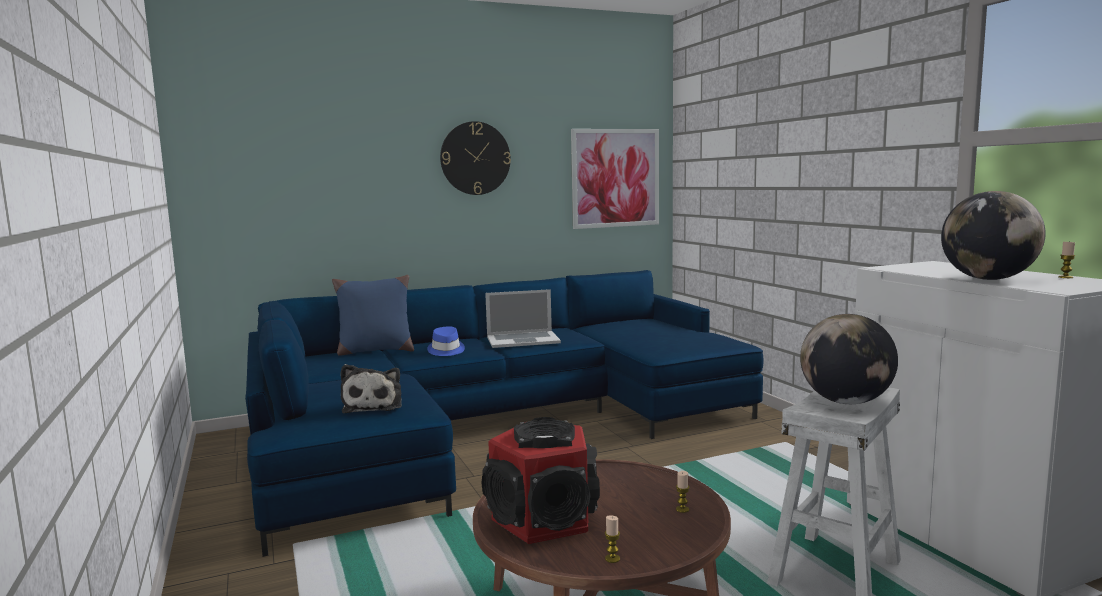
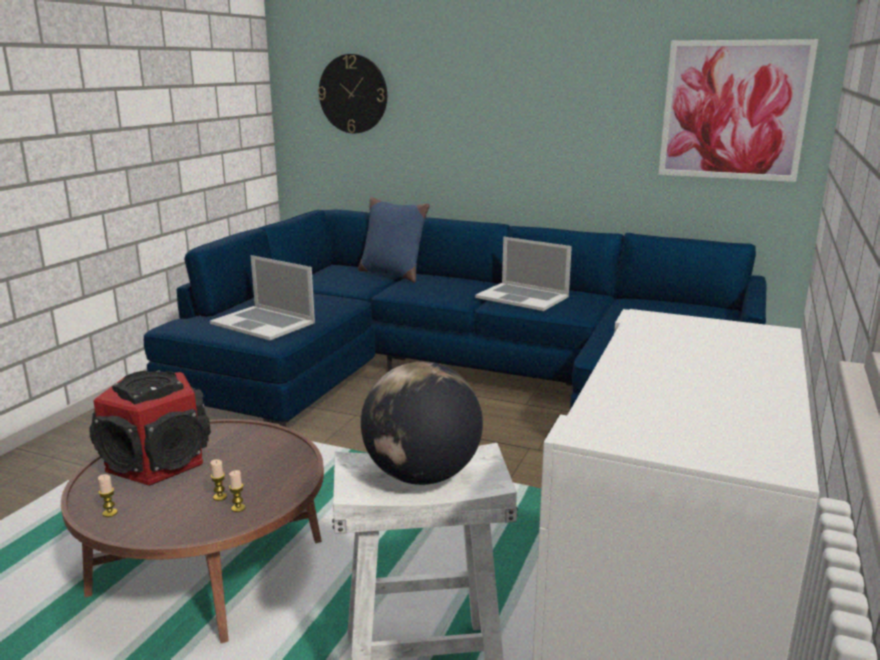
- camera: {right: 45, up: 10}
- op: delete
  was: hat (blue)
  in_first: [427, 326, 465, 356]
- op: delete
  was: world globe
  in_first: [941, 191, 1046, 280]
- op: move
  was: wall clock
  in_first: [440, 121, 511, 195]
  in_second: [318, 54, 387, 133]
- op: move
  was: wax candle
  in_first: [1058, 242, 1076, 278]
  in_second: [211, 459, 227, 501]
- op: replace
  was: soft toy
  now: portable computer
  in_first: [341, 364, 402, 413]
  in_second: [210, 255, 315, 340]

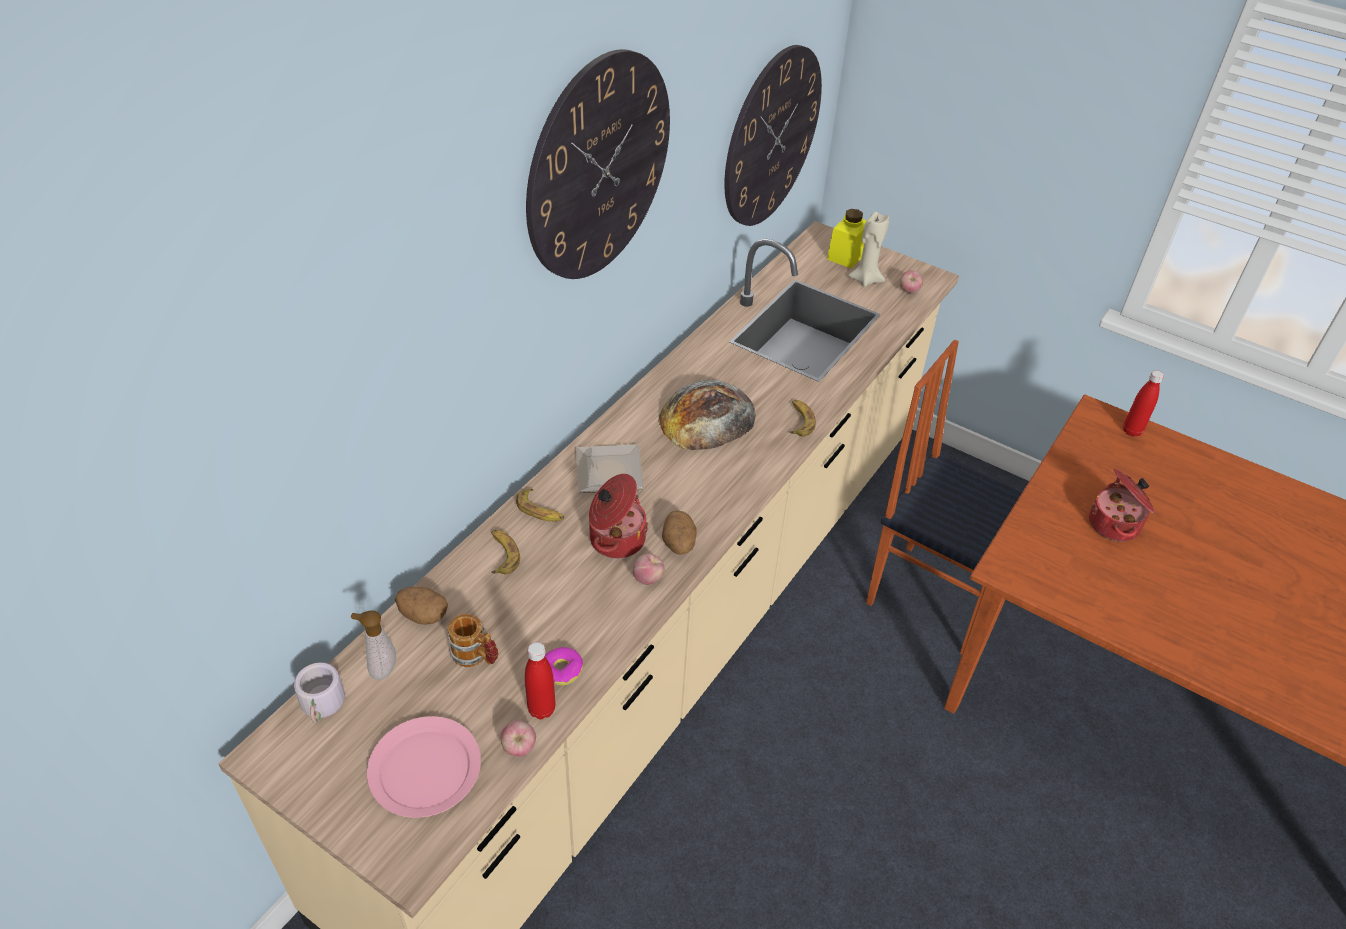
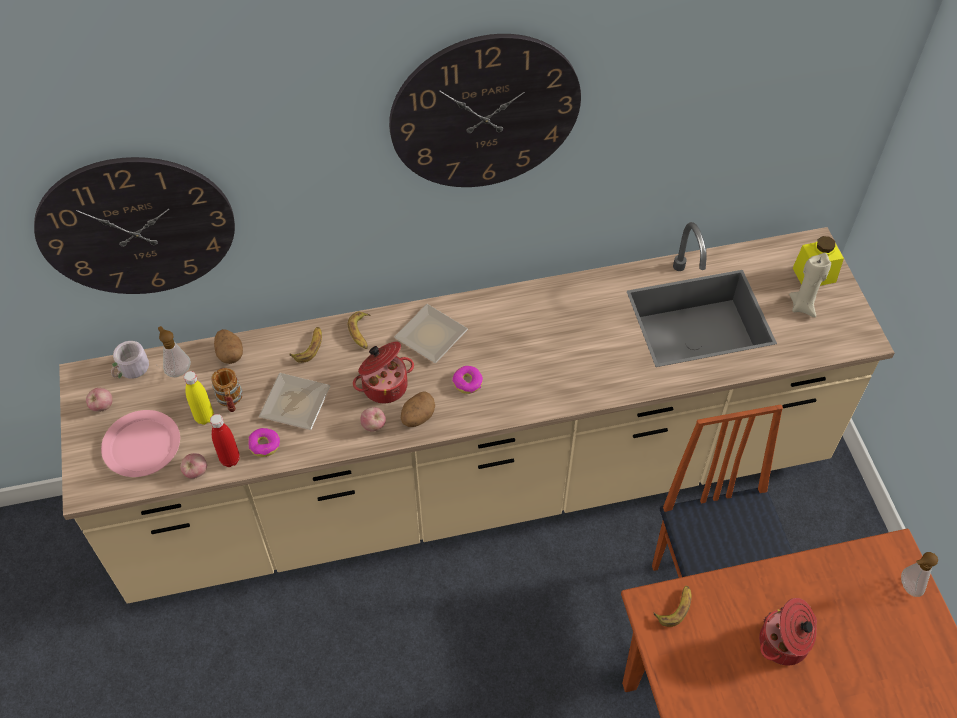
- camera: {right: 45, up: 10}
- op: delete
  was: bread
  in_first: [658, 380, 756, 450]
- op: insert
  now: bottle (yellow-coloured)
  in_second: [183, 371, 214, 425]
- op: insert
  now: flat dish
  in_second: [259, 373, 330, 430]
- op: insert
  now: ring doughnut
  in_second: [452, 366, 483, 394]
- op: move
  was: wall clock
  in_first: [724, 45, 822, 226]
  in_second: [34, 157, 235, 294]
- op: move
  was: banana fruit
  in_first: [790, 400, 816, 437]
  in_second: [654, 586, 692, 627]
- op: move
  was: apple fruit
  in_first: [900, 270, 923, 293]
  in_second: [86, 388, 113, 412]
- op: replace
  was: bottle (red)
  now: liquid soap bottle
  in_first: [1123, 370, 1164, 437]
  in_second: [901, 552, 938, 597]

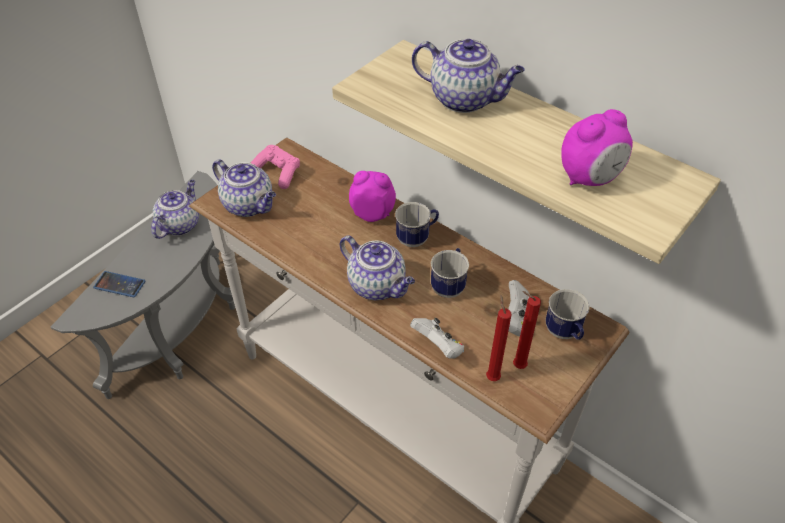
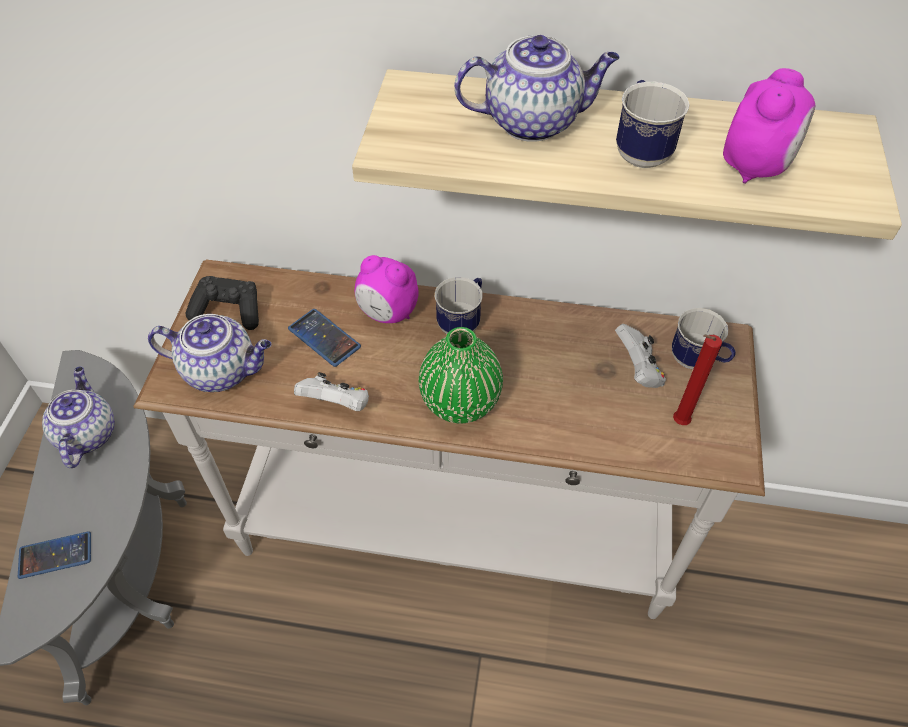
- camera: {right: -30, up: 5}
- op: delete
  was: wax candle (red)
  in_first: [486, 295, 511, 381]
- op: insert
  now: telephone
  in_second: [288, 309, 361, 367]
- op: move
  was: joypad (whitish)
  in_first: [410, 318, 464, 359]
  in_second: [294, 372, 369, 411]
- op: move
  was: coffee mug
  in_first: [431, 248, 469, 298]
  in_second: [616, 80, 690, 168]
- op: replace
  was: teapot
  now: decorative vase (green)
  in_first: [340, 235, 415, 300]
  in_second: [419, 327, 503, 423]
- op: recolor
  was: joypad (pinkish)
  now: joypad (black-coloured)
  in_first: [251, 145, 300, 189]
  in_second: [185, 276, 259, 330]
- op: rotate
  was: bedside clock
  in_first: [349, 171, 396, 222]
  in_second: [355, 255, 419, 323]
  clockwise: -135

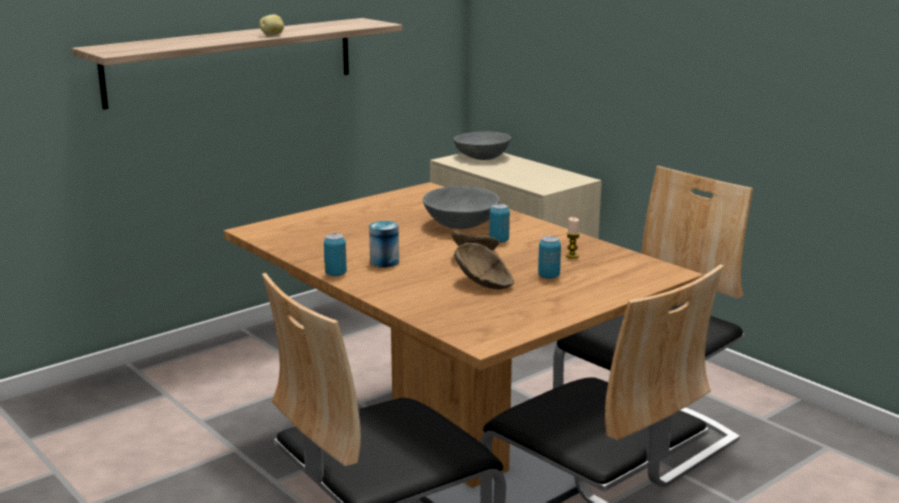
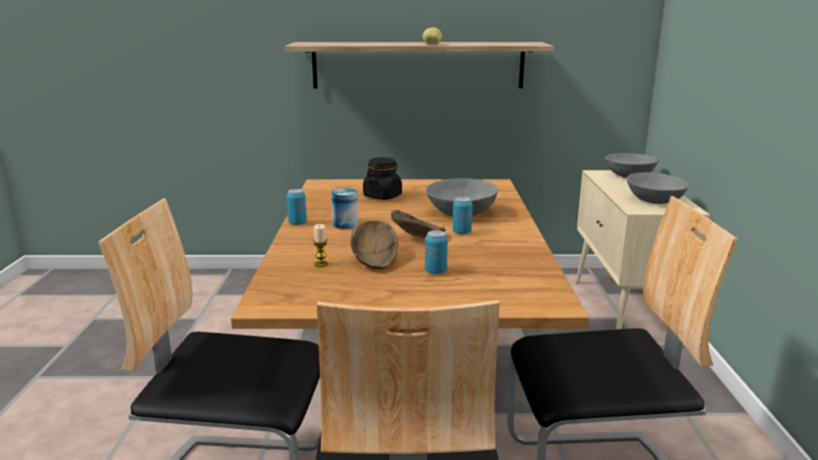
- camera: {right: 40, up: 0}
- op: insert
  now: preserve jar (black-coloured)
  in_second: [363, 157, 402, 200]
- op: insert
  now: serving bowl (gray)
  in_second: [626, 172, 688, 204]
- op: move
  was: wax candle
  in_first: [566, 217, 580, 258]
  in_second: [313, 224, 328, 267]

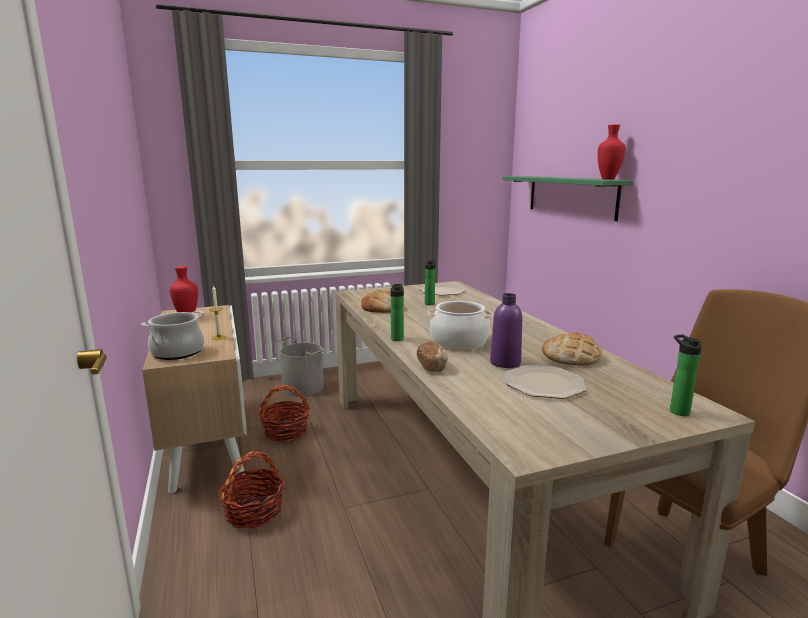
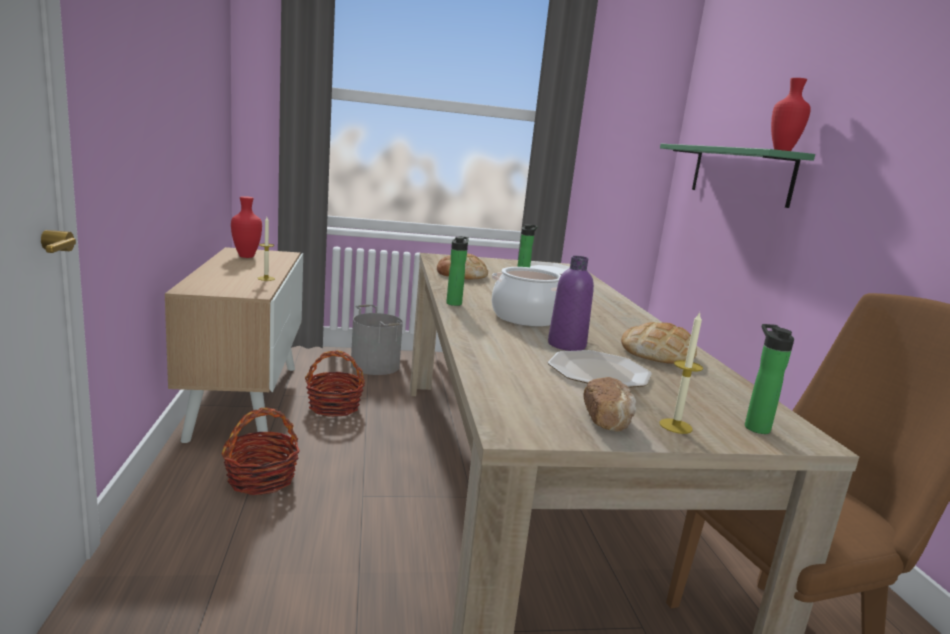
- camera: {right: 10, up: 0}
- op: delete
  was: stockpot
  in_first: [141, 311, 205, 360]
- op: insert
  now: wax candle
  in_second: [660, 311, 703, 434]
- op: move
  was: bread
  in_first: [417, 341, 448, 372]
  in_second: [583, 377, 636, 431]

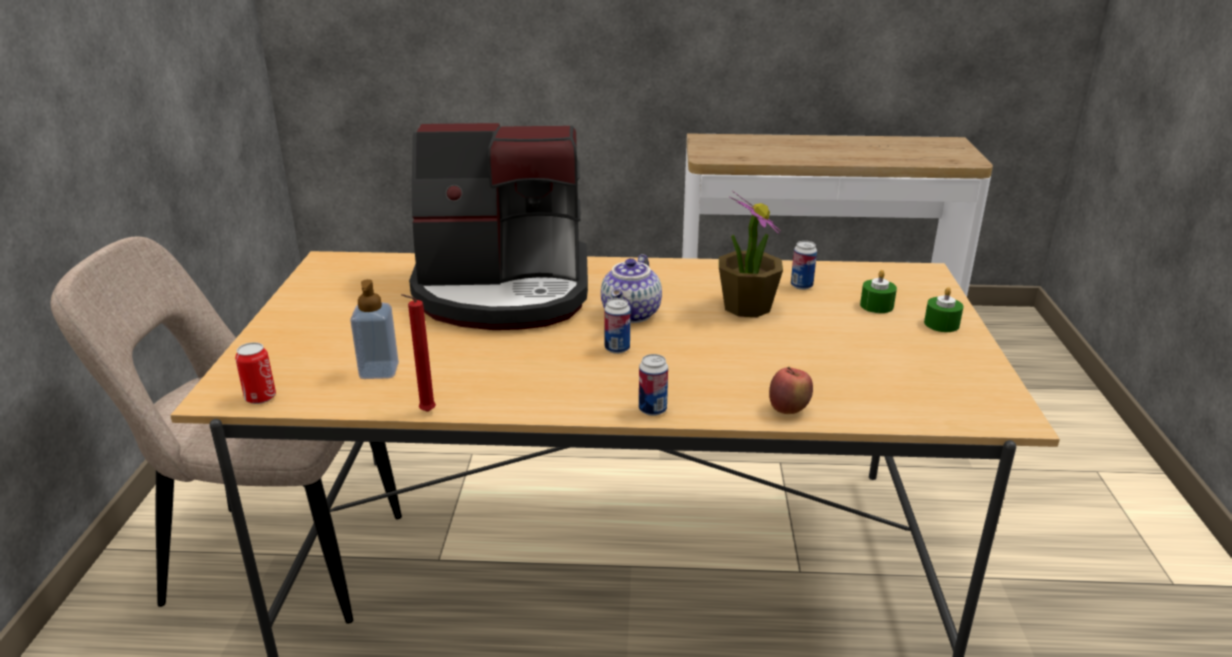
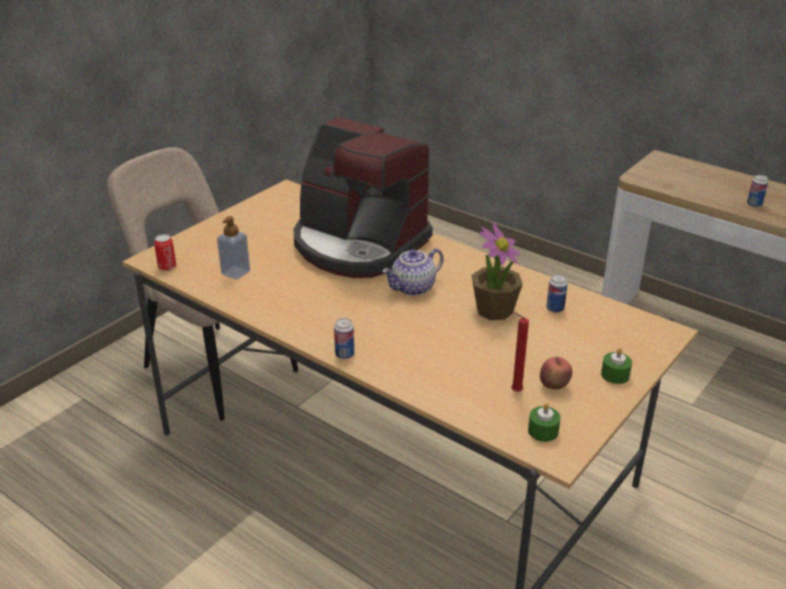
- camera: {right: 35, up: 5}
- op: move
  was: wax candle (red)
  in_first: [401, 294, 436, 412]
  in_second: [511, 313, 529, 392]
- op: move
  was: sealed can
  in_first: [604, 298, 630, 354]
  in_second: [747, 175, 768, 207]
- op: move
  was: apple fruit
  in_first: [769, 367, 813, 414]
  in_second: [540, 357, 572, 390]
- op: move
  was: wax candle (green)
  in_first: [860, 270, 897, 313]
  in_second: [528, 403, 561, 442]

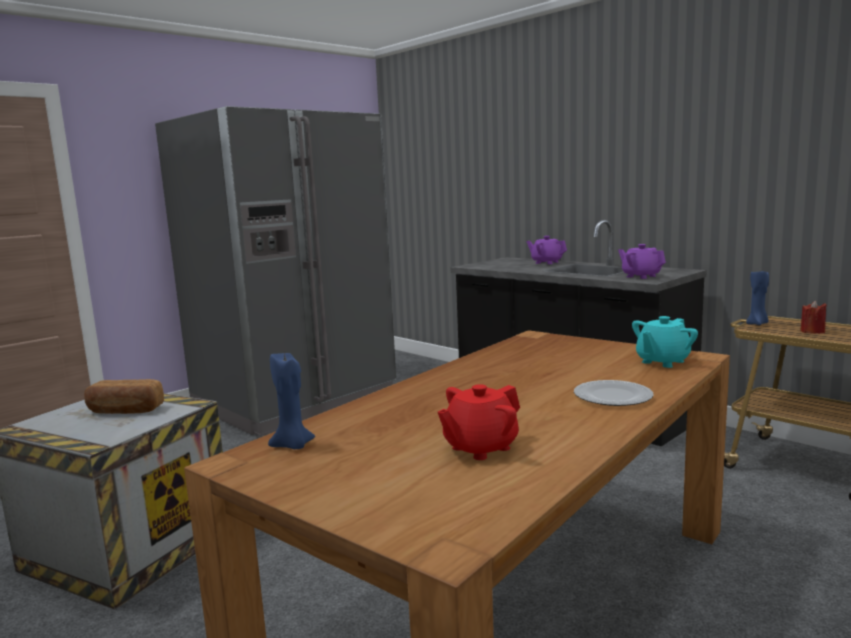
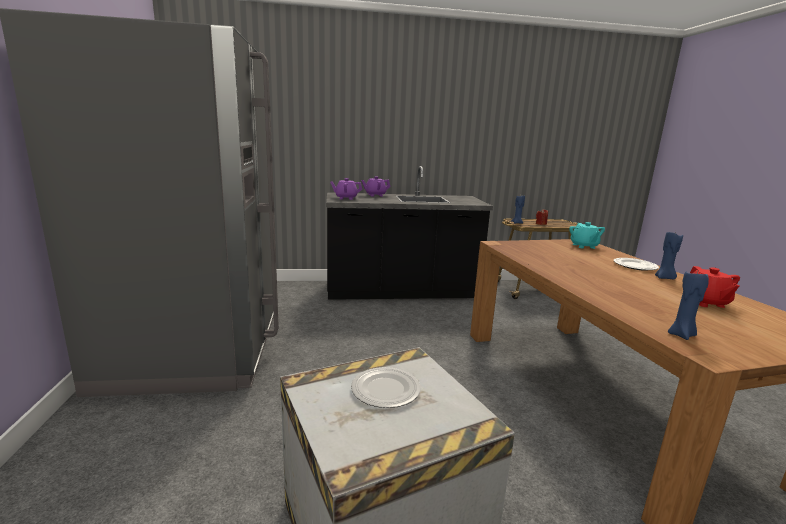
- camera: {right: -55, up: 5}
- op: insert
  now: wax candle (blue)
  in_second: [655, 231, 683, 279]
- op: move
  was: teapot (purplish)
  in_first: [618, 244, 666, 279]
  in_second: [330, 178, 362, 200]
- op: replace
  was: bread
  now: flat dish
  in_first: [84, 379, 164, 414]
  in_second: [351, 367, 421, 408]

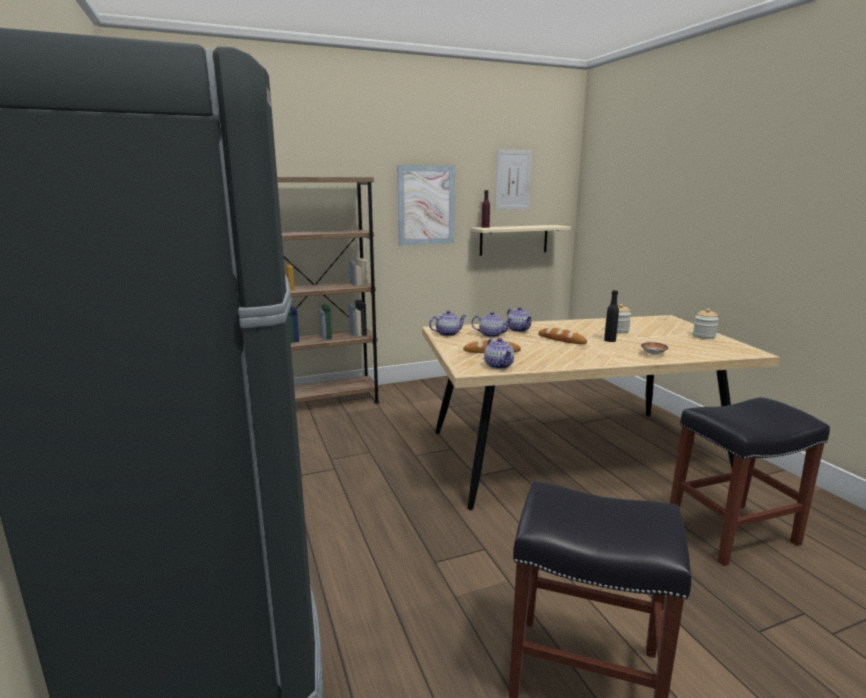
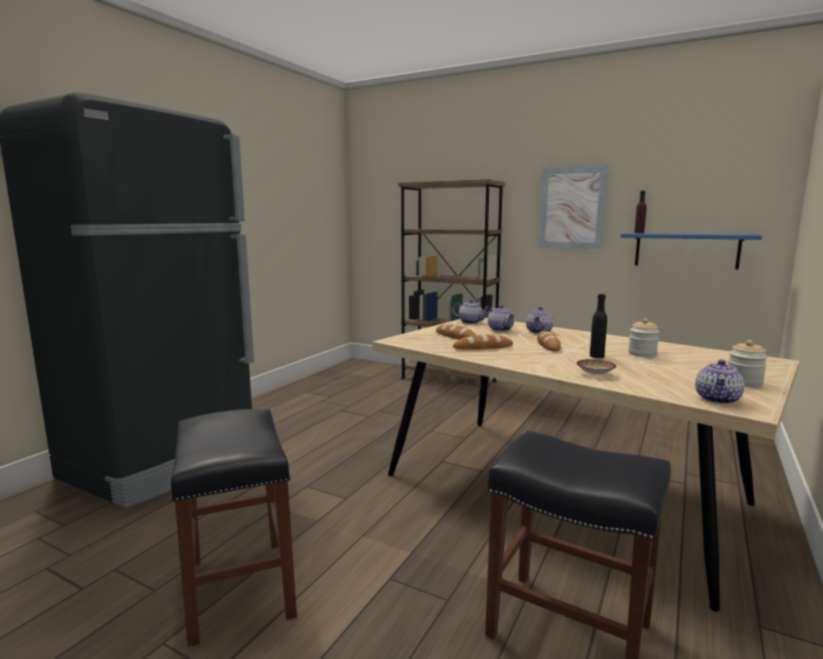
- camera: {right: 50, up: -5}
- op: delete
  was: wall picture
  in_first: [495, 149, 532, 210]
- op: insert
  now: bread
  in_second: [453, 335, 513, 350]
- op: move
  was: teapot
  in_first: [484, 338, 514, 369]
  in_second: [695, 360, 745, 404]
- op: recolor
  was: shelf (beige-coloured)
  now: shelf (blue)
  in_first: [471, 225, 571, 256]
  in_second: [621, 233, 762, 270]

